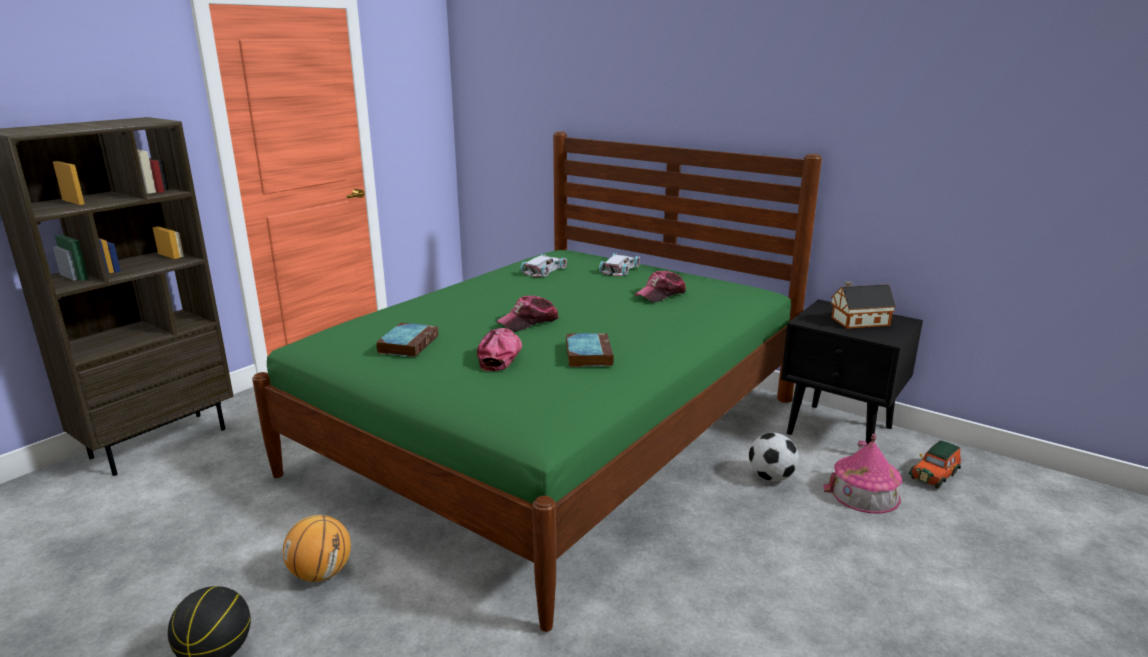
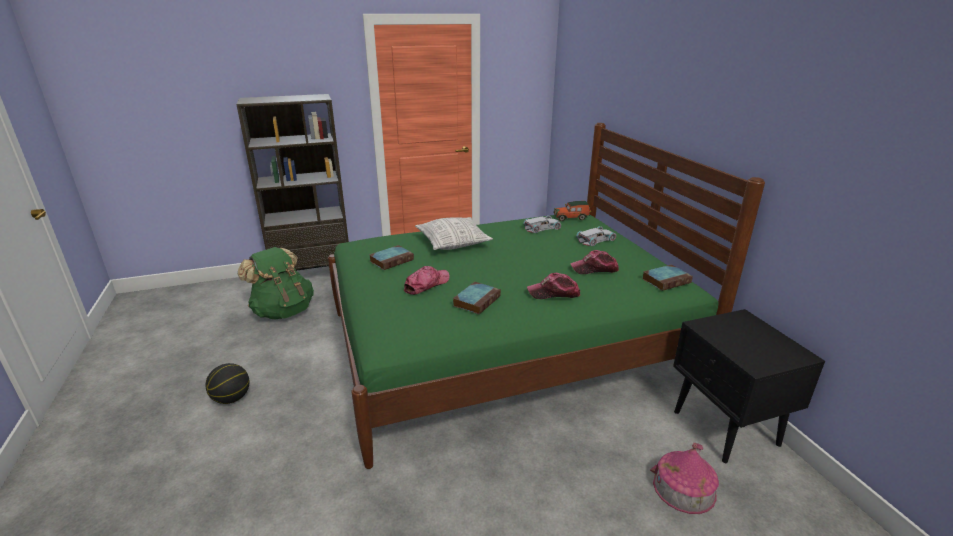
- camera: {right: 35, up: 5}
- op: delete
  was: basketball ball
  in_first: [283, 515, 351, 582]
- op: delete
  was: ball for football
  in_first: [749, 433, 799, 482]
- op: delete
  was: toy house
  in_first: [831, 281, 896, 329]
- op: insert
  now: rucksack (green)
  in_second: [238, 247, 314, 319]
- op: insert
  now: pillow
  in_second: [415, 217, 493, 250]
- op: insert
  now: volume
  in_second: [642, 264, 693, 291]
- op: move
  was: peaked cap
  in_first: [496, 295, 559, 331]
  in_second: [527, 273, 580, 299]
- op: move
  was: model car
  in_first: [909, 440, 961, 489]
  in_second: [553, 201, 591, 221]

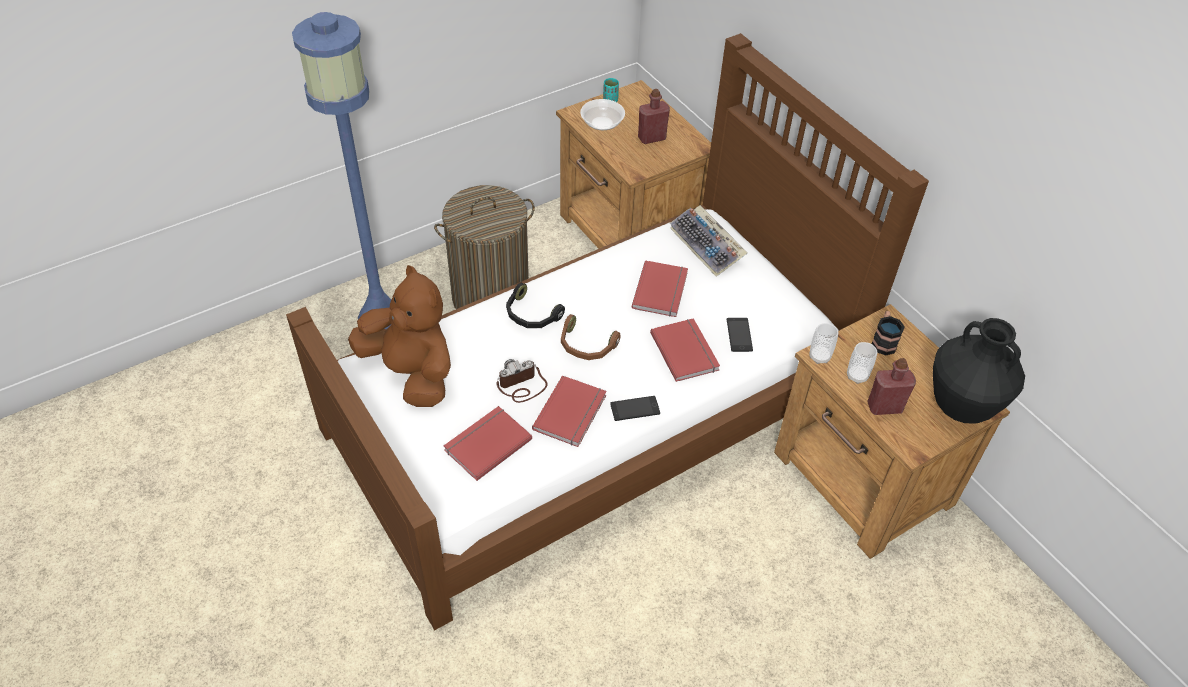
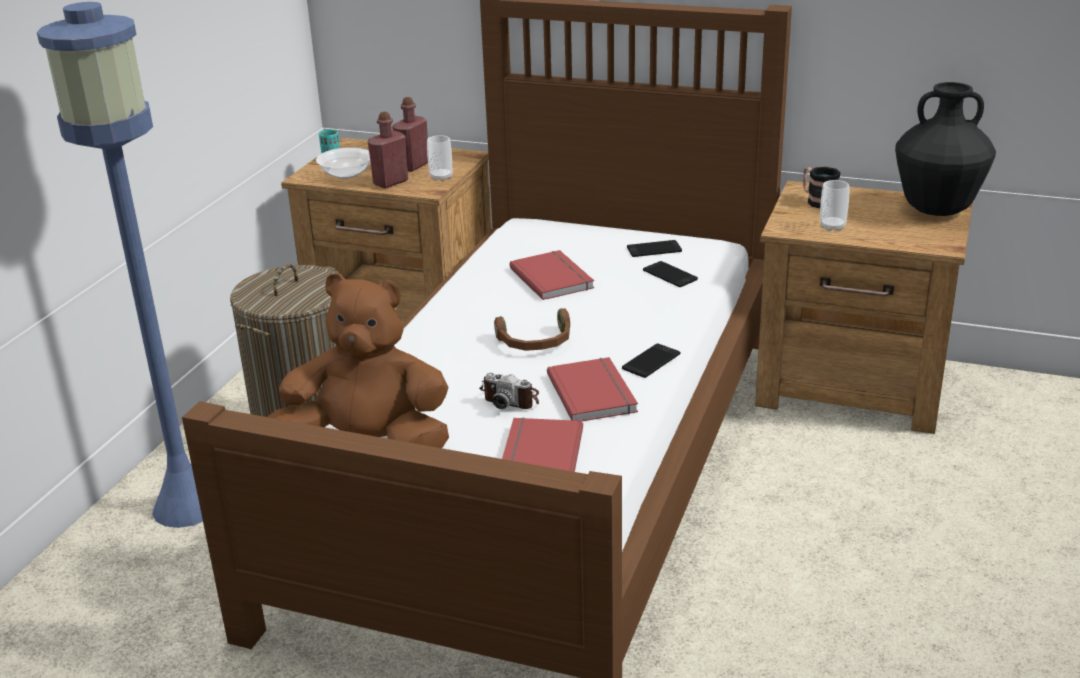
- camera: {right: -35, up: -20}
- op: delete
  was: pair of headphones (black-coloured)
  in_first: [506, 283, 565, 328]
- op: delete
  was: volume (red)
  in_first: [650, 318, 720, 382]
- op: delete
  was: PC keyboard
  in_first: [670, 205, 747, 277]
- op: insert
  now: telephone
  in_second: [627, 240, 682, 257]
- op: move
  was: cup
  in_first: [809, 323, 838, 364]
  in_second: [427, 135, 452, 181]
- op: move
  was: bottle (red)
  in_first: [867, 358, 916, 415]
  in_second: [368, 112, 408, 188]
- op: rotate
  was: photo camera
  in_first: [496, 359, 548, 403]
  in_second: [479, 373, 539, 409]
  clockwise: -90

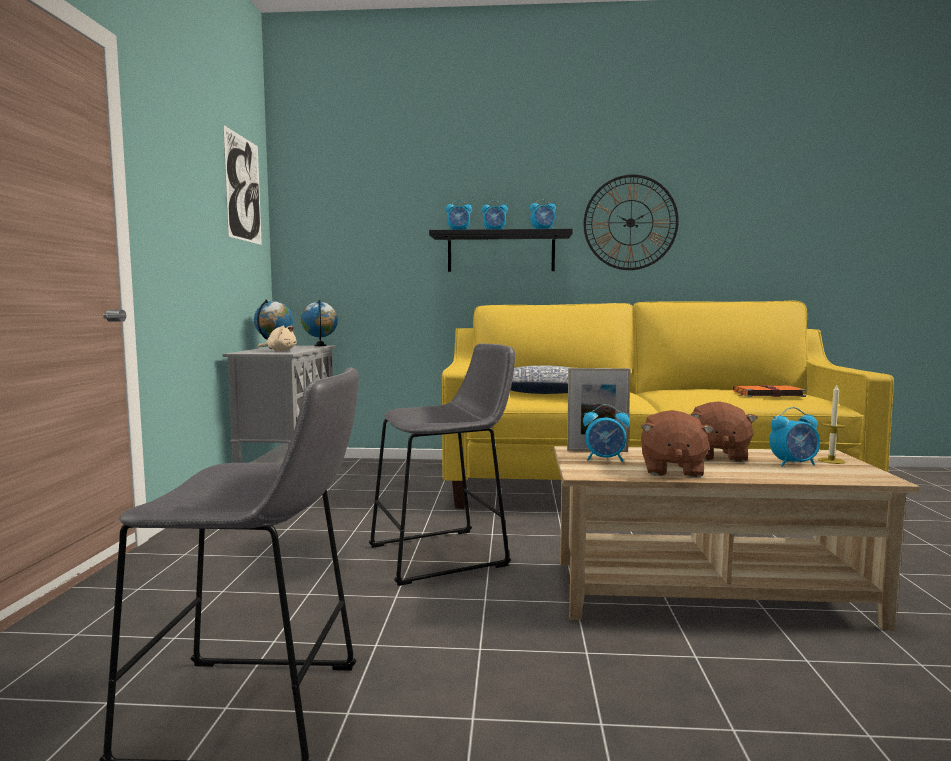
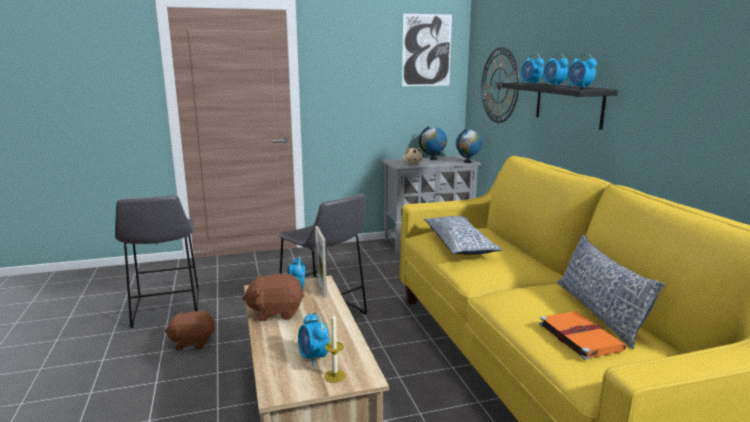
- camera: {right: 70, up: 10}
- op: insert
  now: pillow
  in_second: [557, 234, 665, 349]
- op: move
  was: wall clock
  in_first: [584, 174, 679, 270]
  in_second: [481, 47, 519, 123]
- op: move
  was: soft toy (brownish)
  in_first: [691, 401, 758, 462]
  in_second: [165, 311, 215, 350]

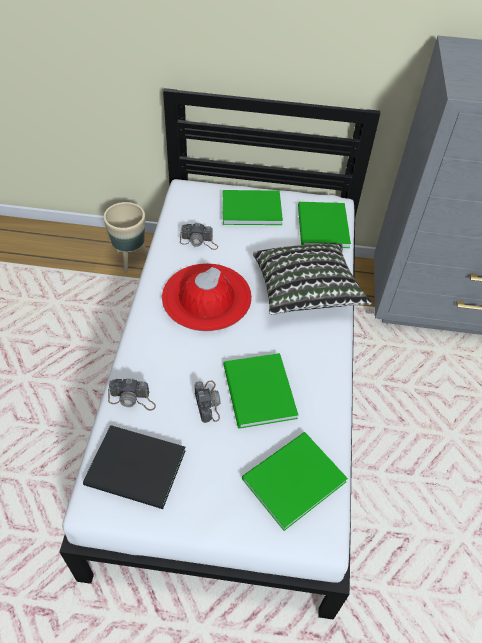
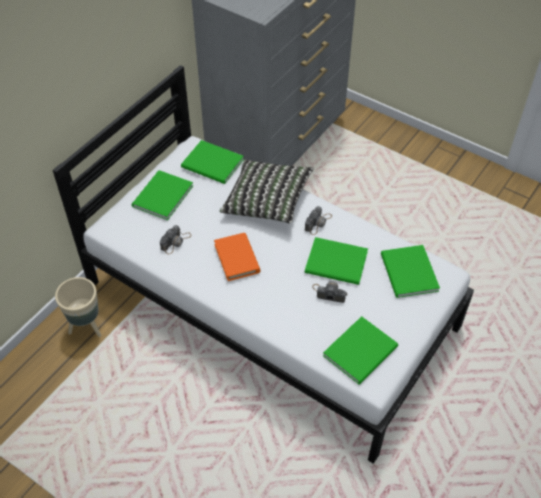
- camera: {right: -60, up: 0}
- op: move
  was: photo camera
  in_first: [108, 378, 156, 411]
  in_second: [305, 206, 332, 235]
- op: replace
  was: hat (red)
  now: volume (orange)
  in_first: [162, 263, 252, 332]
  in_second: [214, 233, 260, 281]
- op: recolor
  was: volume (black-coloured)
  now: volume (green)
  in_first: [83, 425, 186, 509]
  in_second: [323, 316, 398, 385]

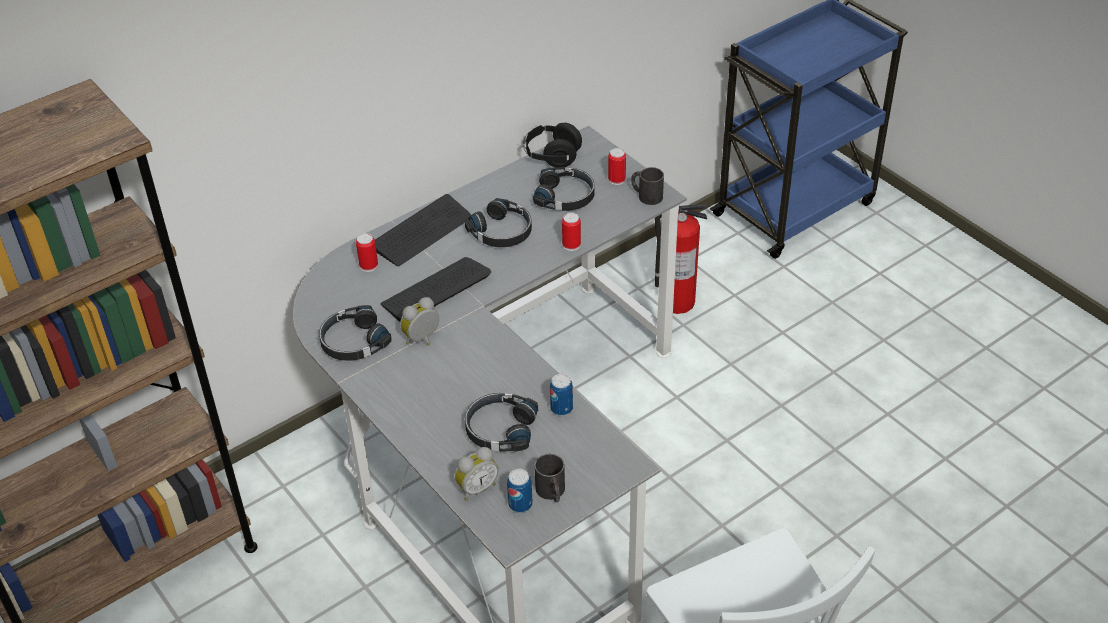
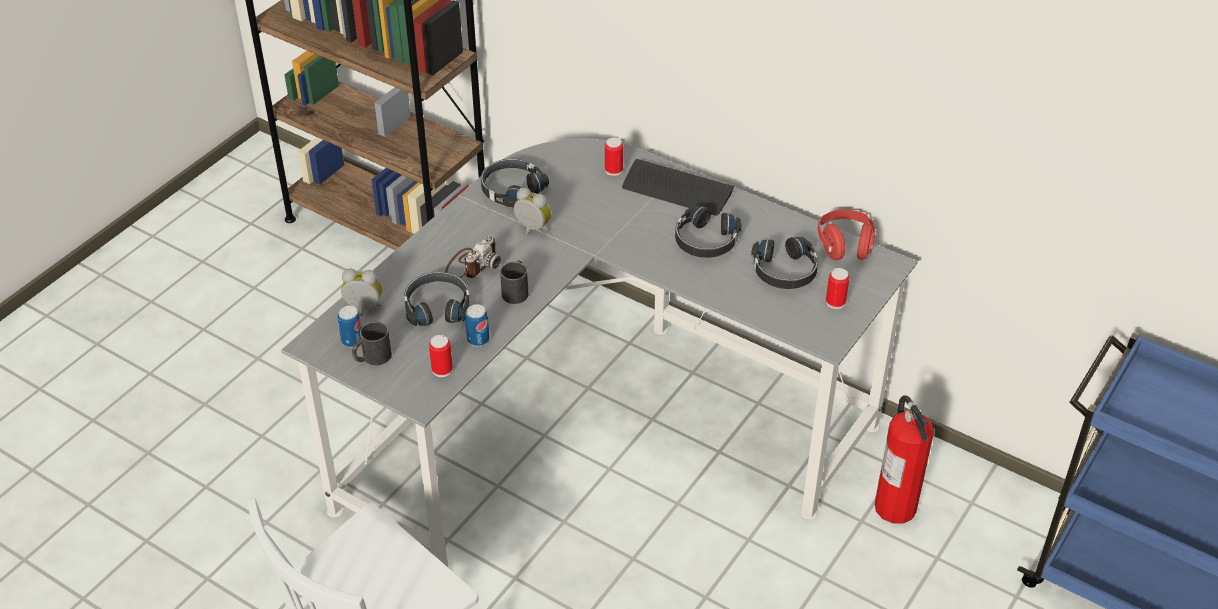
- camera: {right: 70, up: 0}
- op: delete
  was: PC keyboard
  in_first: [381, 257, 491, 322]
- op: insert
  now: photo camera
  in_second: [445, 236, 501, 278]
- op: move
  was: sealed can
  in_first: [562, 213, 581, 251]
  in_second: [429, 335, 453, 377]
- op: move
  was: coffee mug (black-coloured)
  in_first: [631, 167, 664, 205]
  in_second: [500, 261, 529, 304]
- op: recolor
  was: pair of headphones (black-coloured)
  now: pair of headphones (red)
  in_first: [523, 123, 582, 168]
  in_second: [818, 209, 875, 261]
- op: rotate
  was: bedside clock
  in_first: [455, 447, 498, 500]
  in_second: [341, 269, 382, 316]
  clockwise: 150

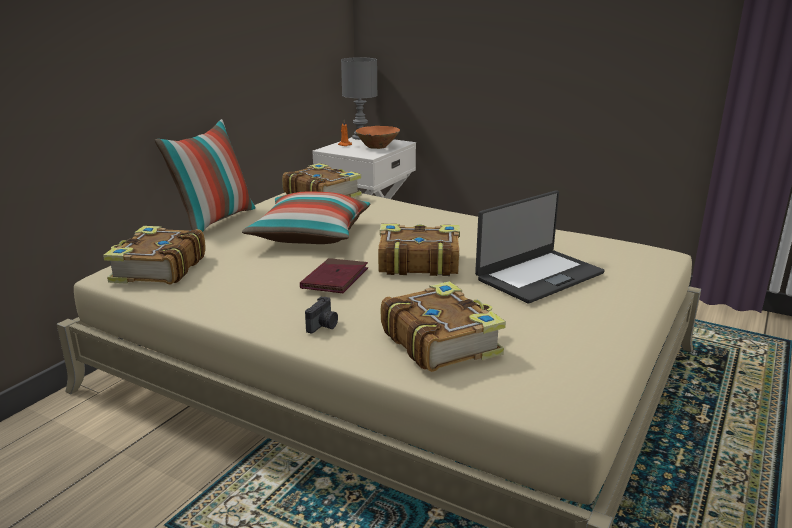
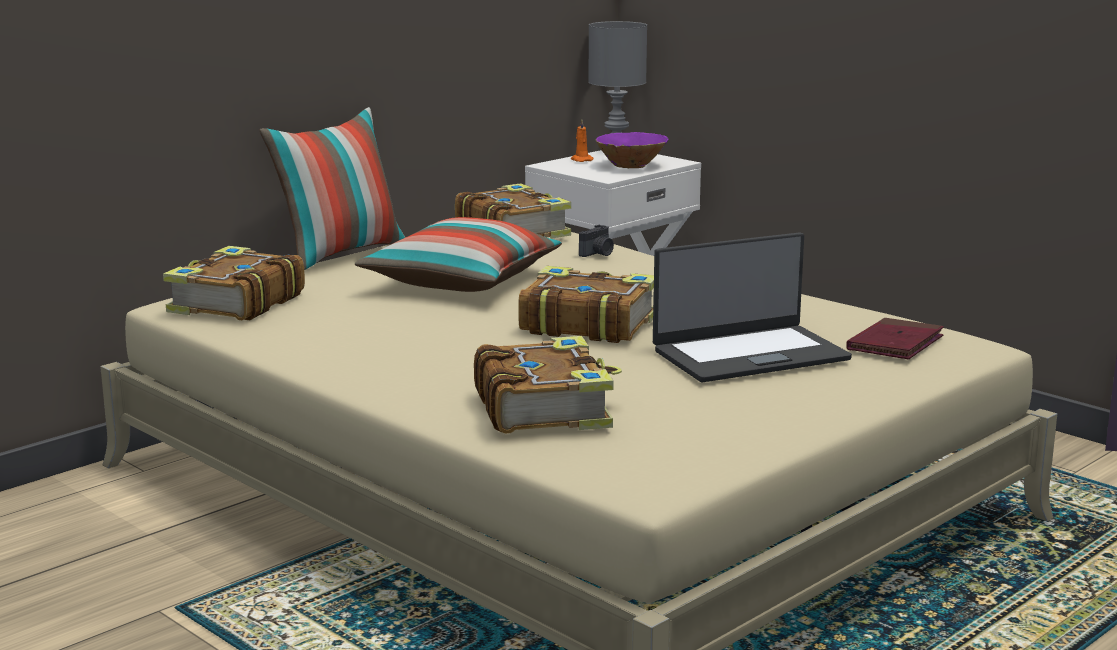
- camera: {right: 15, up: -5}
- op: move
  was: volume (red)
  in_first: [300, 258, 368, 293]
  in_second: [846, 318, 944, 359]
- op: move
  was: photo camera
  in_first: [305, 296, 338, 333]
  in_second: [579, 225, 614, 257]
- op: recolor
  was: serving bowl (orange)
  now: serving bowl (purplish)
  in_first: [356, 126, 400, 149]
  in_second: [596, 132, 668, 168]

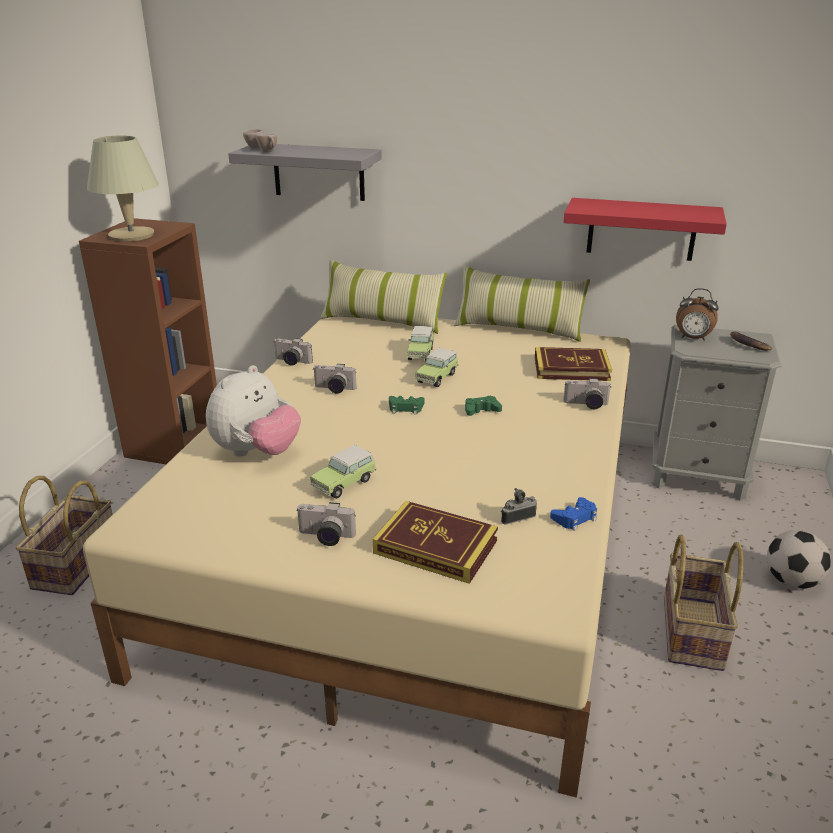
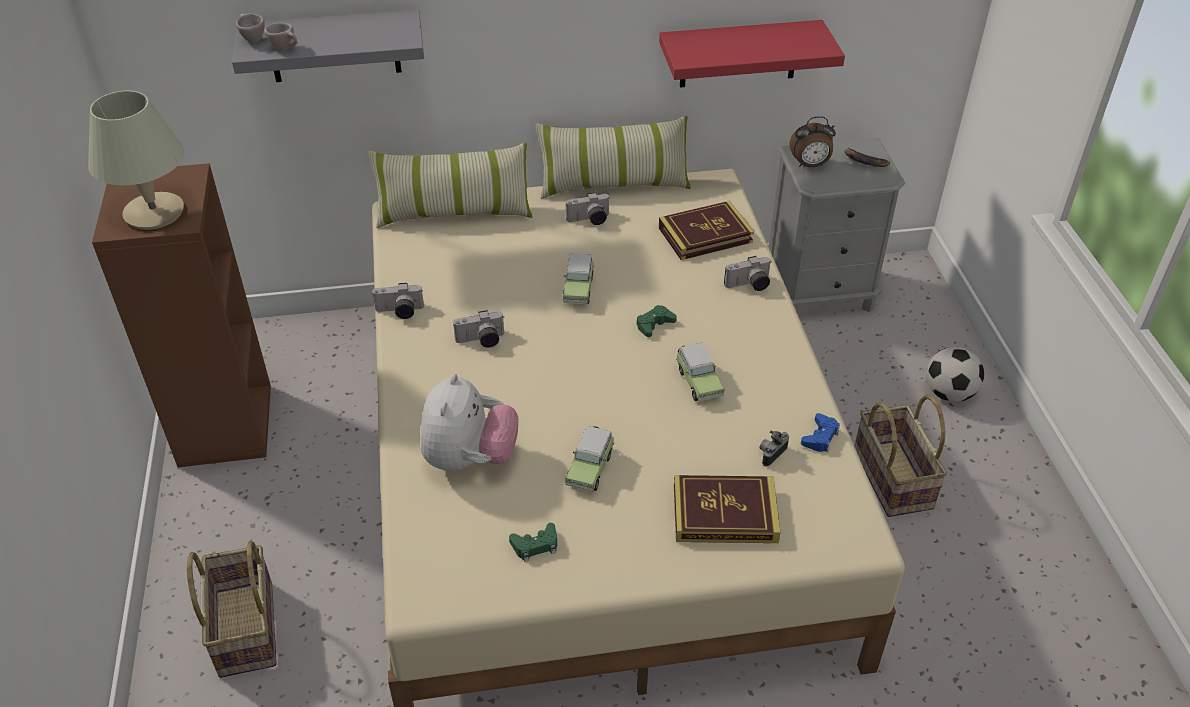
- camera: {right: -25, up: 15}
- op: move
  was: photo camera
  in_first: [296, 502, 356, 546]
  in_second: [566, 192, 610, 225]
- op: move
  was: joypad (green)
  in_first: [389, 396, 425, 414]
  in_second: [509, 523, 557, 562]
- op: move
  was: model car
  in_first: [407, 326, 434, 361]
  in_second: [676, 342, 725, 401]

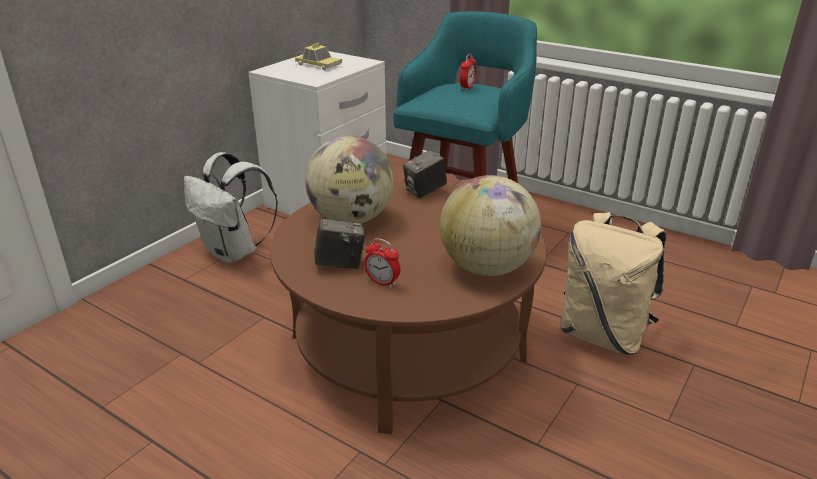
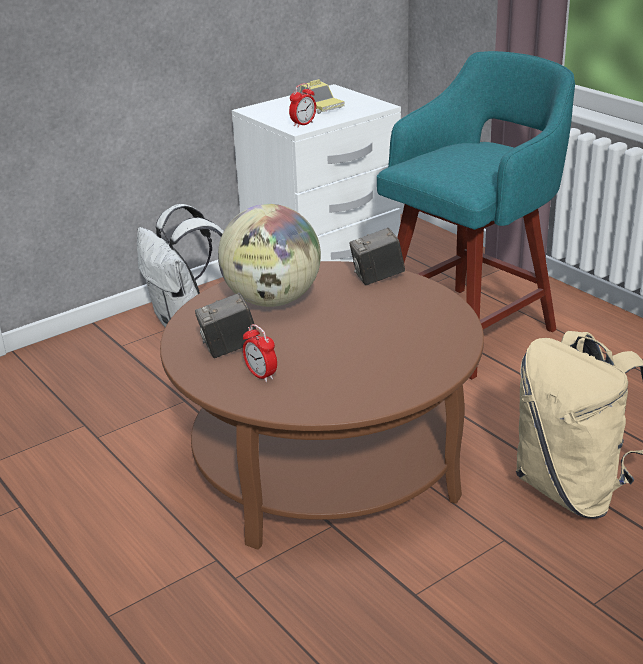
- camera: {right: 20, up: 0}
- op: delete
  was: world globe
  in_first: [440, 175, 541, 276]
- op: move
  was: bedside clock
  in_first: [460, 54, 476, 91]
  in_second: [289, 83, 316, 127]
- op: rotate
  was: photo camera
  in_first: [314, 219, 365, 269]
  in_second: [195, 293, 258, 358]
  clockwise: 150

